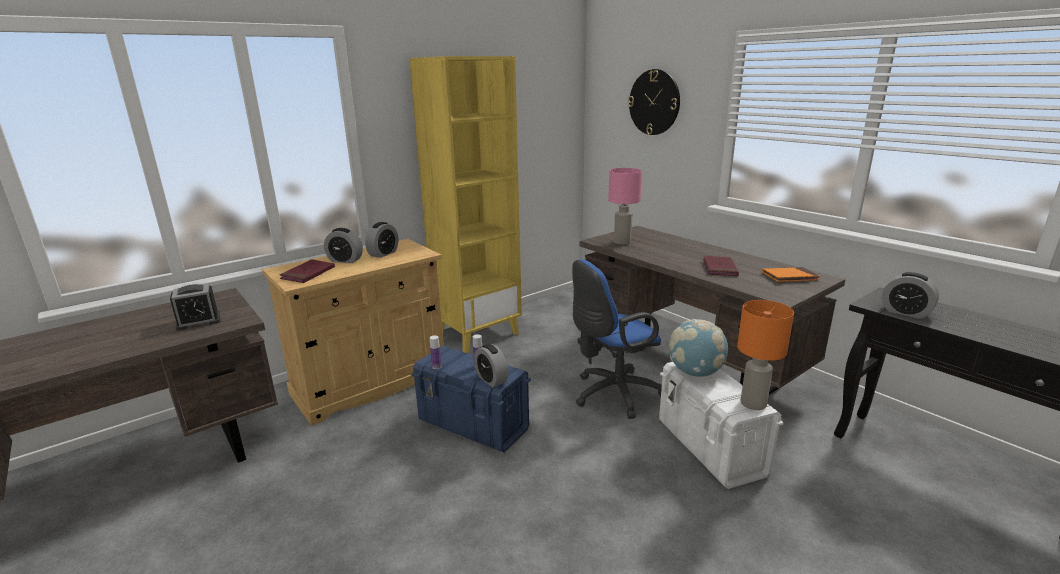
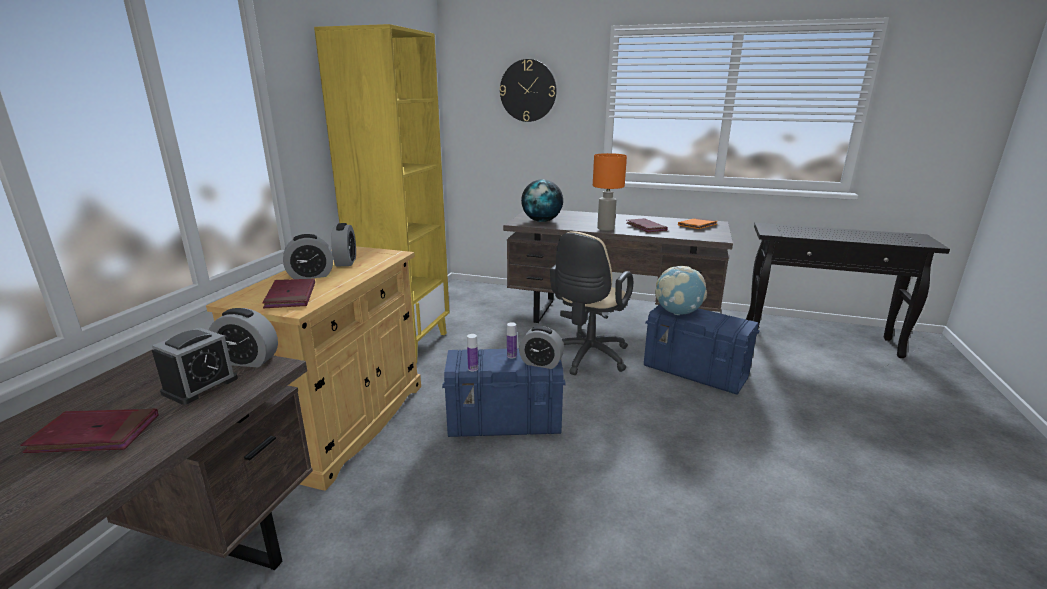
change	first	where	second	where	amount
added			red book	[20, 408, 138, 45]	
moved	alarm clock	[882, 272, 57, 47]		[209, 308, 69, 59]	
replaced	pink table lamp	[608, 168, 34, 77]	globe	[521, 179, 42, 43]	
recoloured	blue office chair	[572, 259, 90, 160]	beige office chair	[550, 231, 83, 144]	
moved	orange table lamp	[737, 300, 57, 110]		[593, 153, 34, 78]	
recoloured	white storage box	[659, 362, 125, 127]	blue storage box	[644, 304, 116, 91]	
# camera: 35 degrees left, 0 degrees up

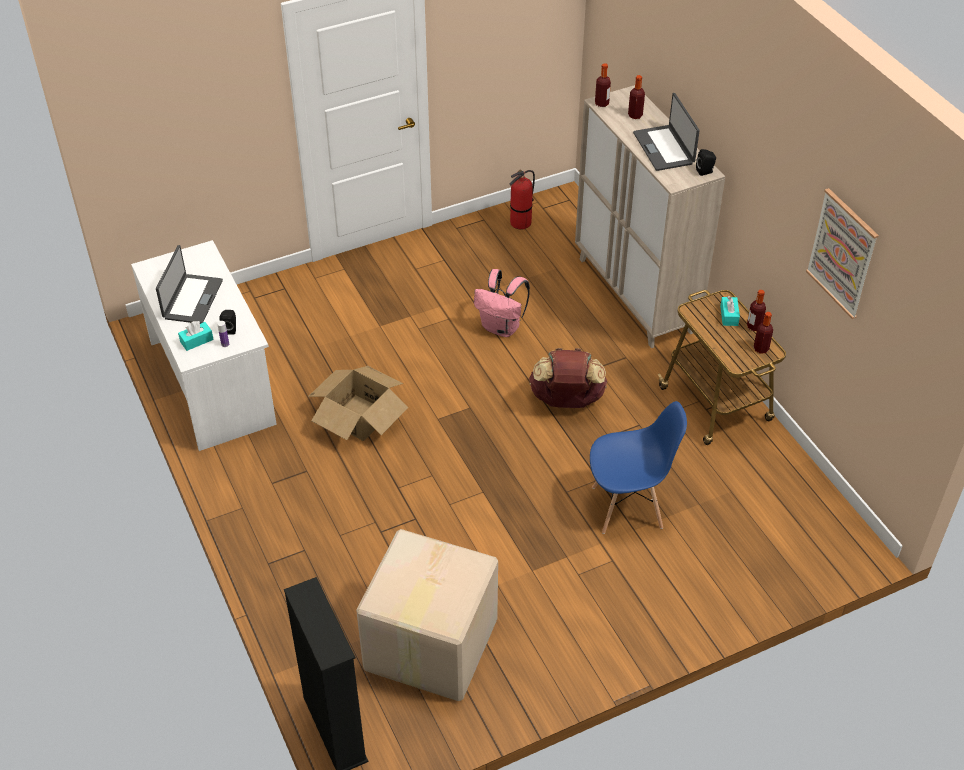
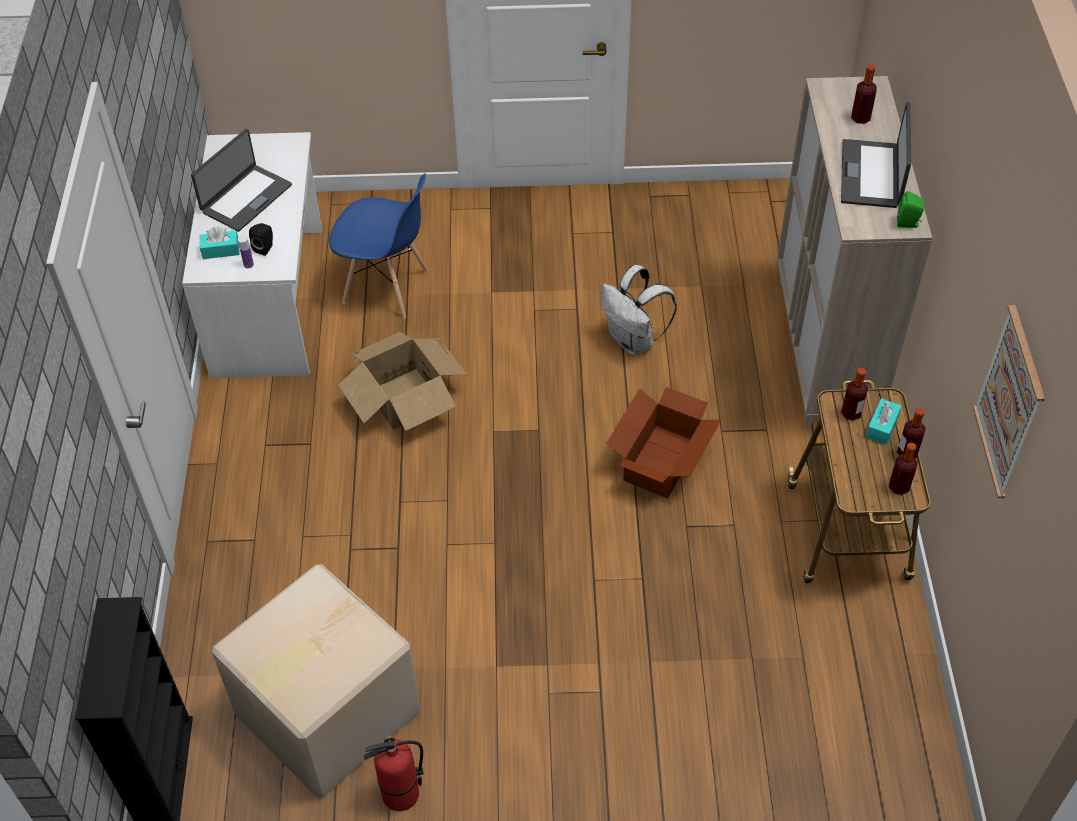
change	first	where	second	where	amount
moved	blue chair	[590, 401, 97, 133]		[329, 174, 100, 145]	
moved	fire extinguisher	[510, 170, 25, 60]		[364, 736, 60, 75]	
recoloured	pink backpack	[474, 269, 56, 68]	white backpack	[600, 265, 77, 90]	
replaced	brown backpack	[529, 348, 78, 60]	cardboard box	[606, 387, 115, 111]	
moved	bottle	[595, 63, 16, 44]		[841, 368, 27, 53]	
recoloured	black speaker	[696, 149, 20, 27]	green speaker	[897, 191, 27, 37]	
# camera: 25 degrees right, 5 degrees up

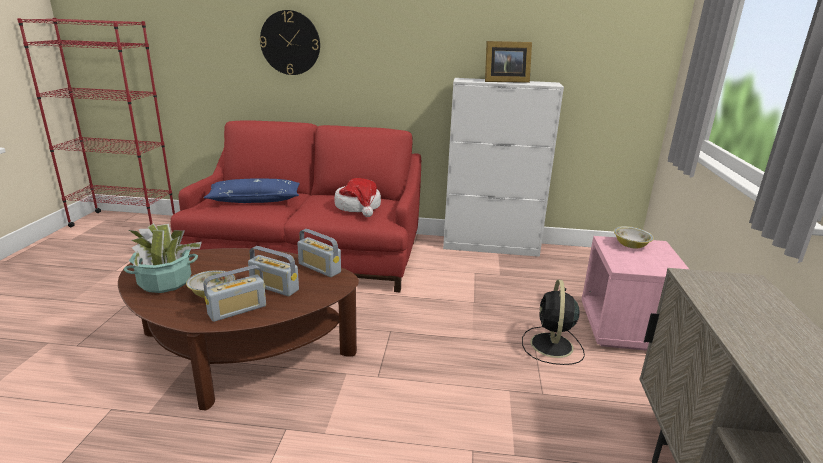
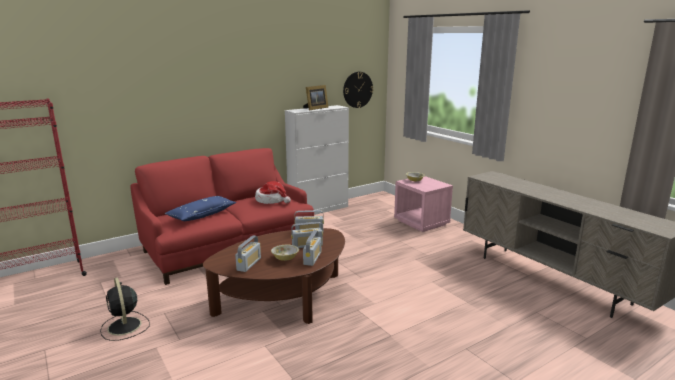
change	first	where	second	where	amount
moved	black fan	[522, 280, 63, 85]		[100, 277, 50, 64]	
replaced	potted plant	[123, 223, 79, 70]	radio	[235, 236, 26, 36]	
moved	wall clock	[260, 10, 60, 65]		[343, 72, 30, 36]	
# camera: 40 degrees left, 5 degrees down

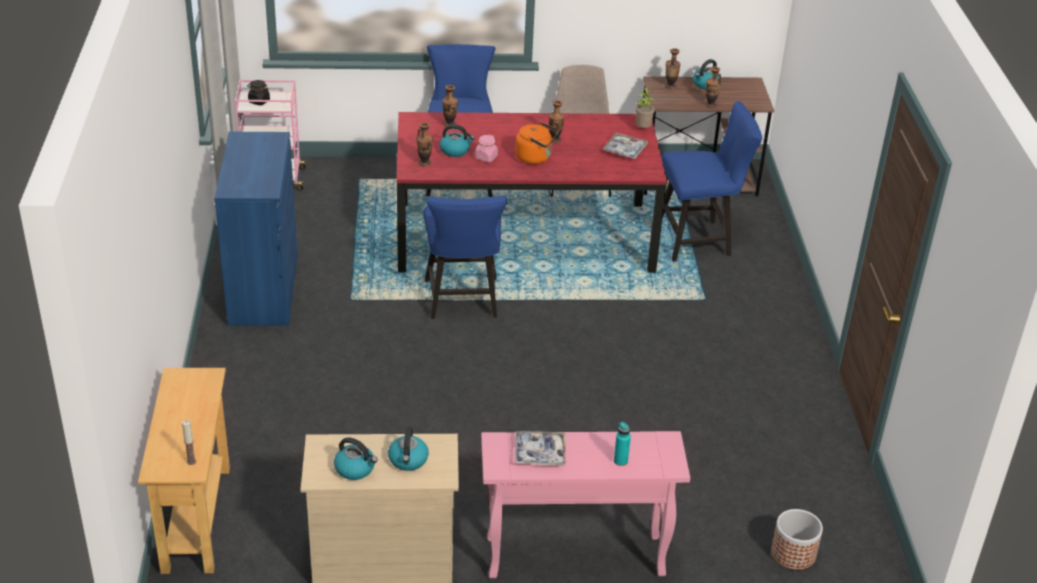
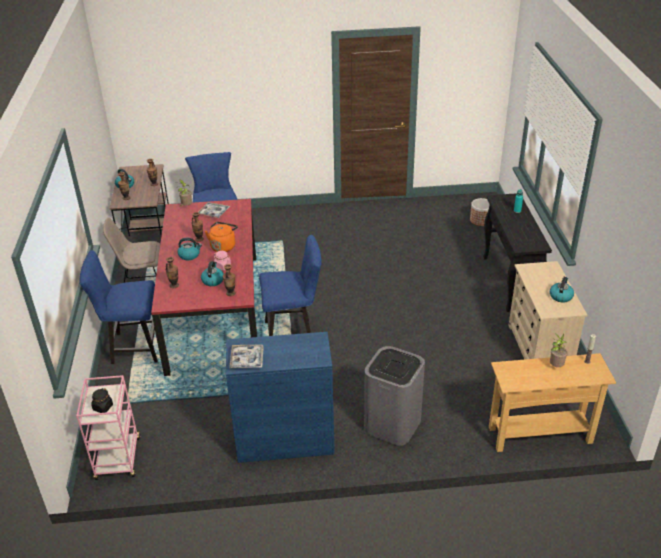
change	first	where	second	where	amount
moved	kettle	[388, 426, 41, 45]		[177, 238, 25, 22]	
moved	tray	[515, 431, 51, 35]		[229, 344, 35, 24]	
added			grey trash can	[364, 346, 61, 100]	
recoloured	pink console table	[481, 431, 209, 147]	black console table	[483, 193, 69, 119]	
added			potted plant	[550, 333, 18, 34]	
# camera: 90 degrees left, 0 degrees up

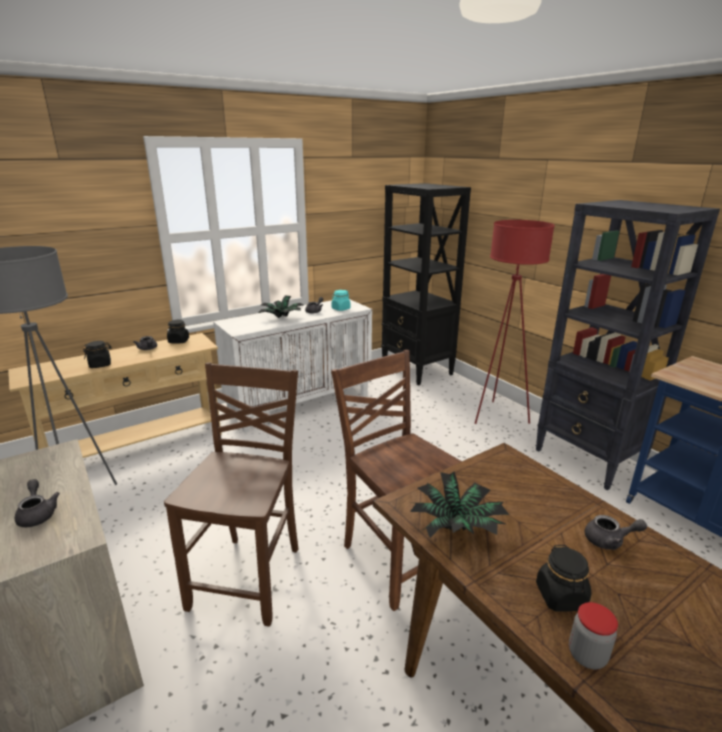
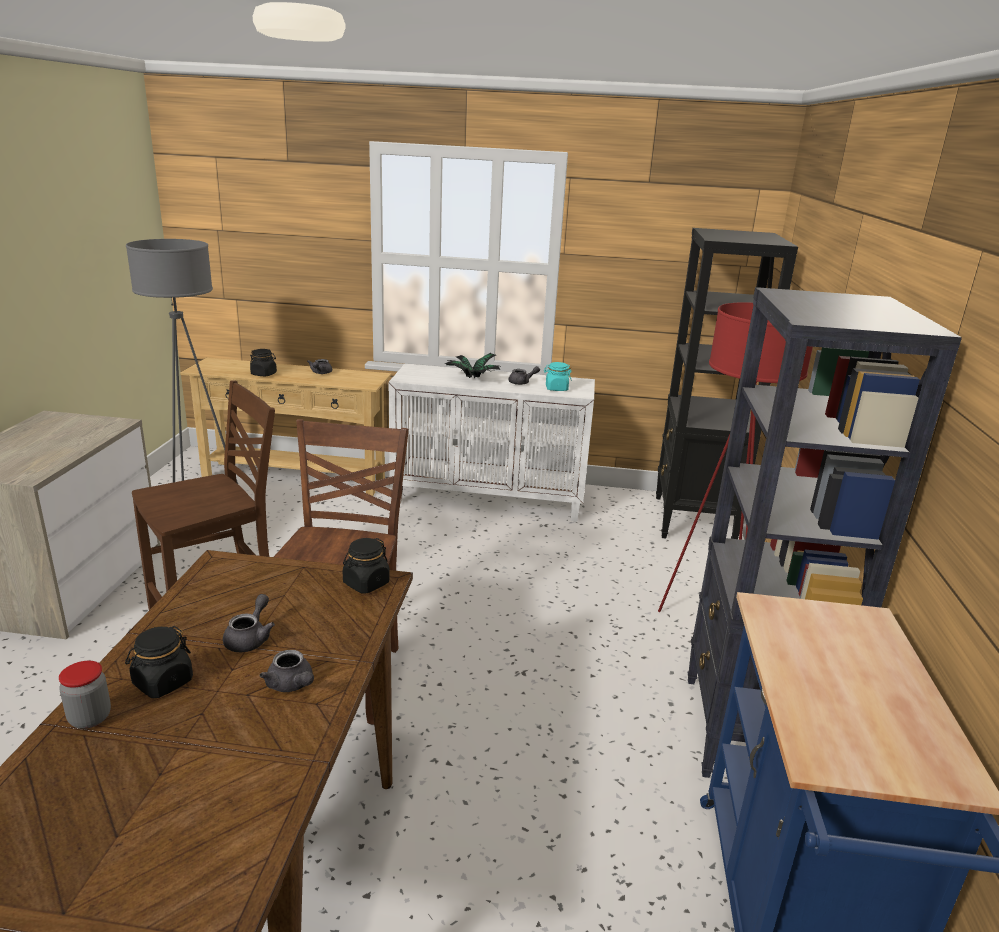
change	first	where	second	where	amount
moved	grey teapot	[15, 479, 45, 48]		[223, 594, 52, 58]	
moved	black jar	[167, 320, 22, 24]		[343, 538, 47, 55]	
removed	potted plant	[410, 471, 99, 67]			
# camera: 40 degrees right, 0 degrees up

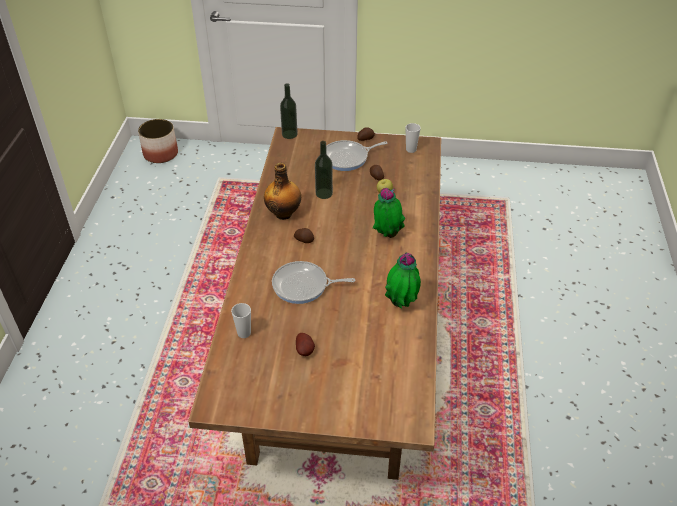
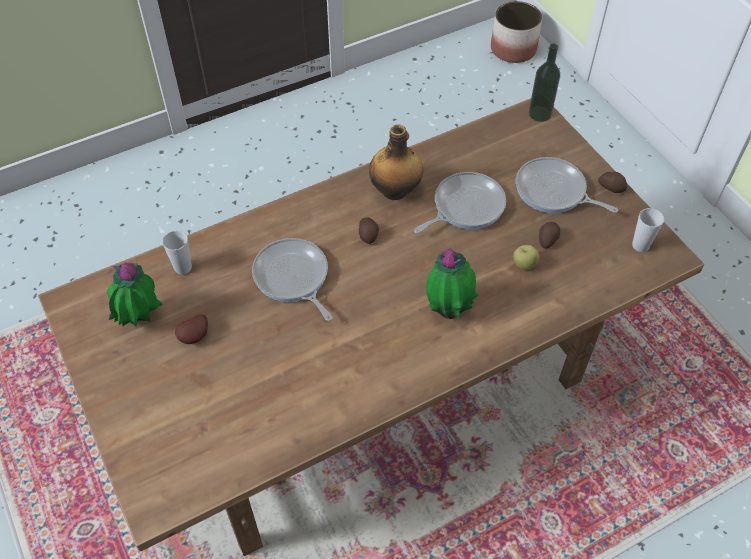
change	first	where	second	where	amount
moved	potted plant	[385, 252, 36, 57]		[107, 263, 56, 65]	
replaced	bottle	[315, 141, 18, 58]	frying pan	[414, 172, 92, 61]	
# camera: 55 degrees right, 10 degrees up

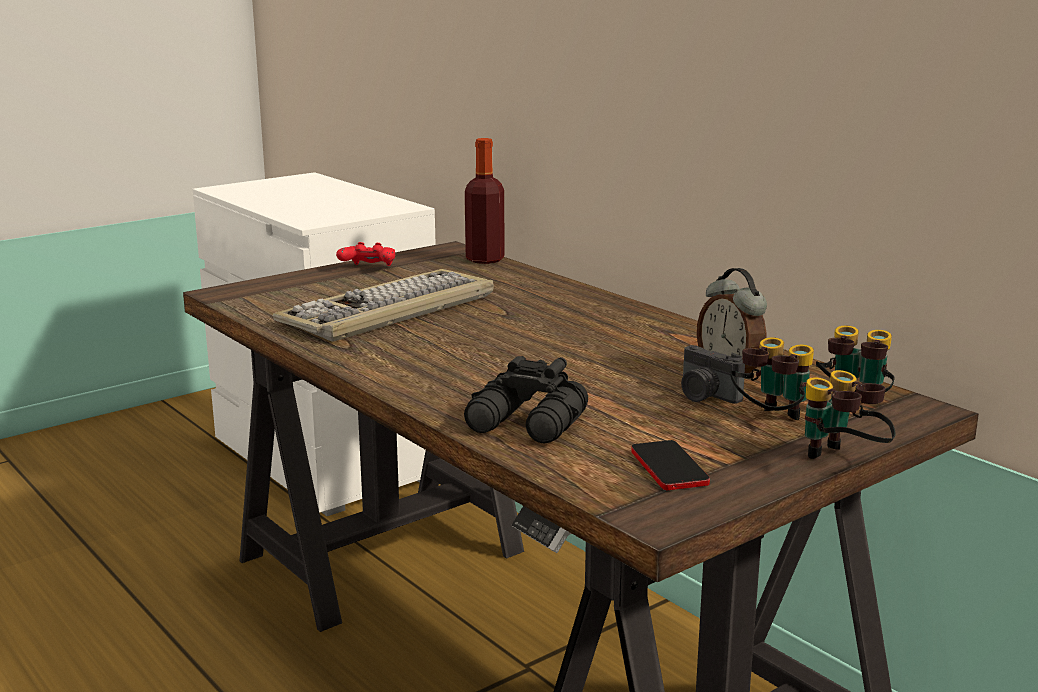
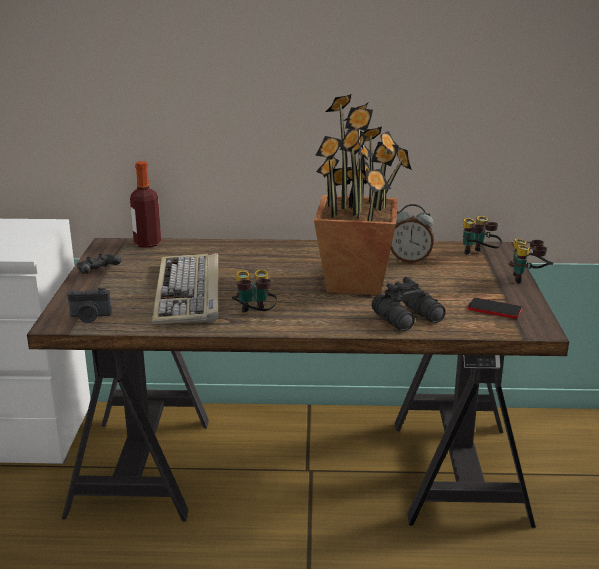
change	first	where	second	where	amount
moved	photo camera	[681, 345, 64, 59]		[67, 288, 45, 35]	
recoloured	red game controller	[336, 242, 59, 24]	black game controller	[77, 253, 44, 21]	
moved	binoculars	[730, 338, 84, 82]		[232, 270, 45, 43]	
added			potted plant	[314, 94, 98, 201]	
# camera: 50 degrees left, 5 degrees up

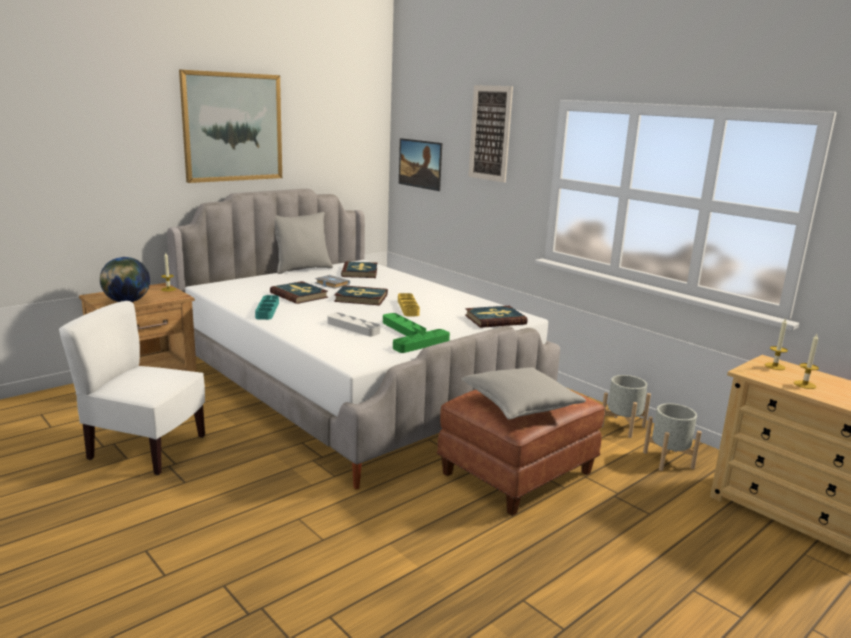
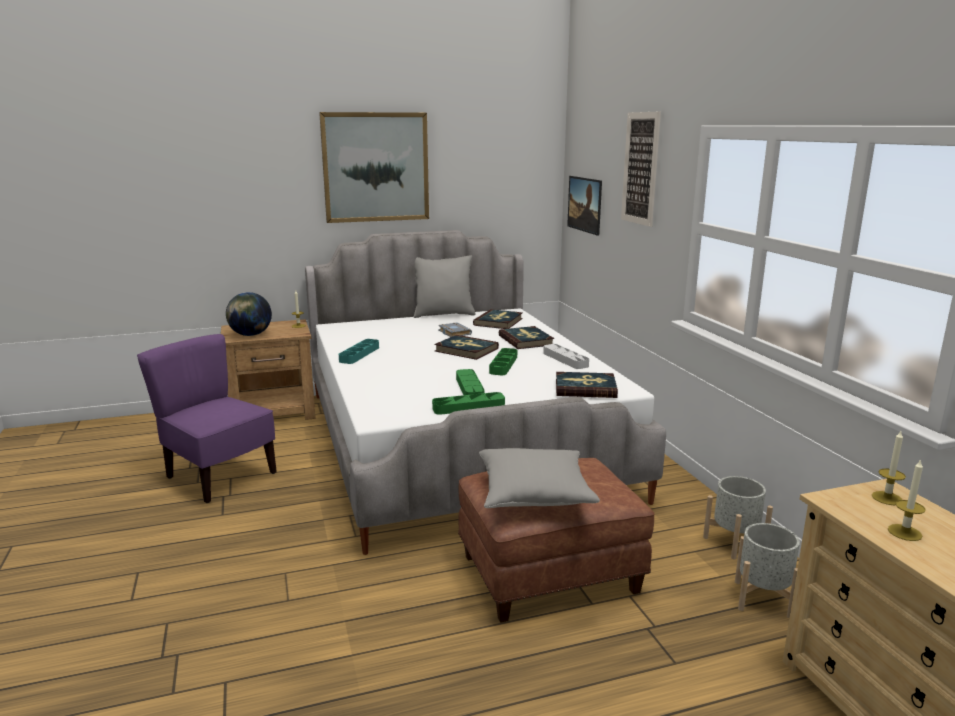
change	first	where	second	where	amount
recoloured	white chair	[59, 301, 146, 174]	purple chair	[137, 334, 140, 169]	
recoloured	yellow tray	[398, 293, 22, 23]	green tray	[489, 348, 28, 27]	
moved	book	[270, 281, 58, 23]		[499, 326, 55, 23]	
moved	grey tray	[327, 313, 53, 23]		[543, 344, 46, 25]	
# camera: 25 degrees right, 0 degrees up

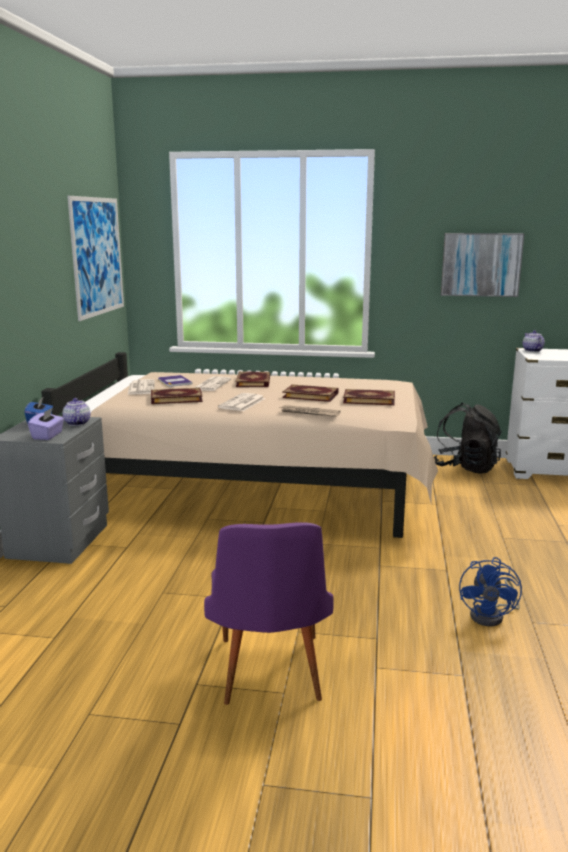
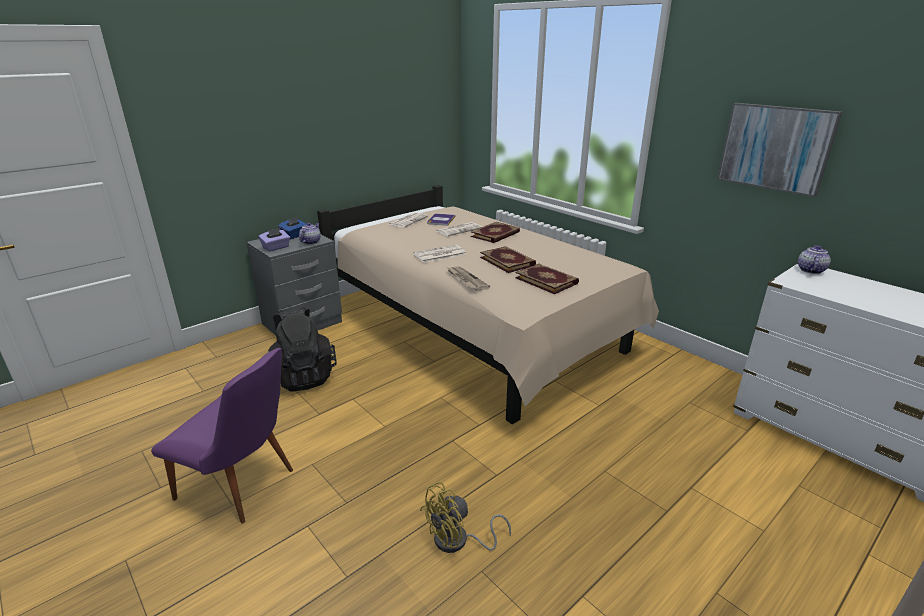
change	first	where	second	where	amount
turned	purple chair	[204, 522, 130, 183]		[151, 348, 142, 176]	105 degrees counterclockwise
moved	black backpack	[434, 403, 68, 71]		[268, 306, 69, 85]	
recoloured	blue fan	[459, 557, 63, 69]	yellow fan	[420, 482, 91, 71]	
removed	picture	[67, 196, 57, 125]			
removed	book	[151, 388, 52, 16]			
# camera: 40 degrees right, 10 degrees up

